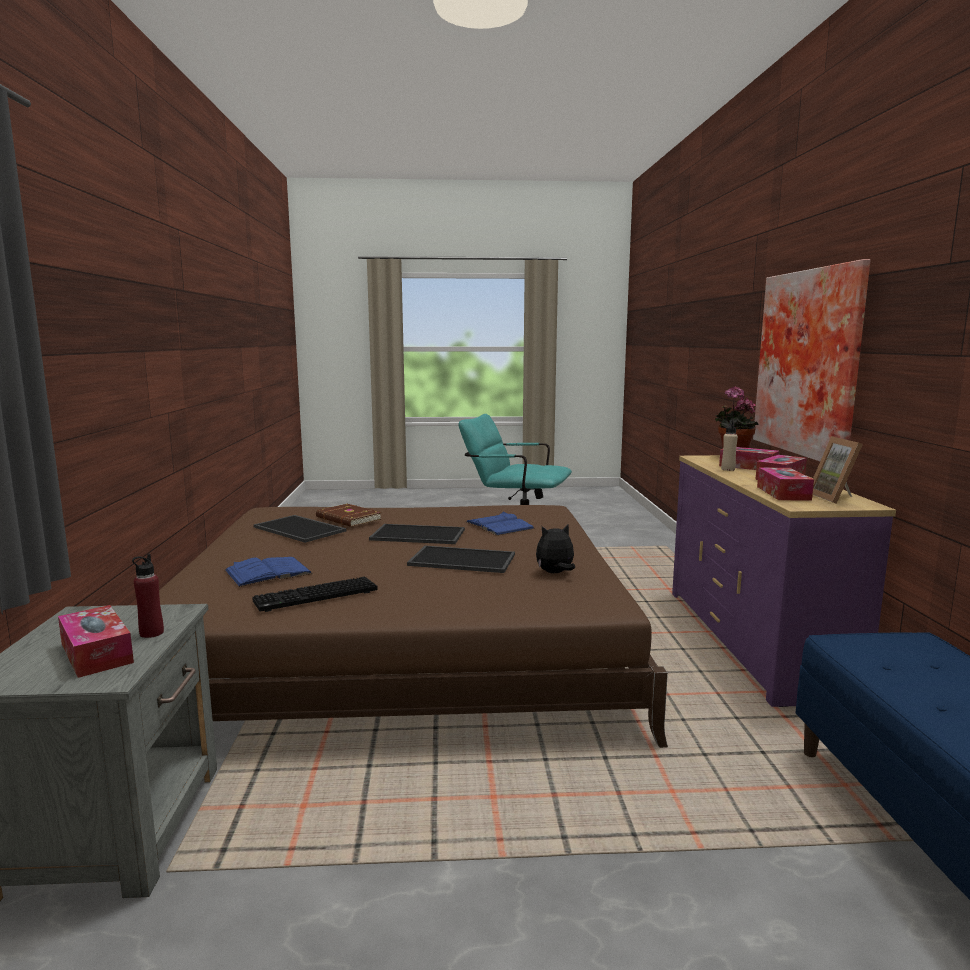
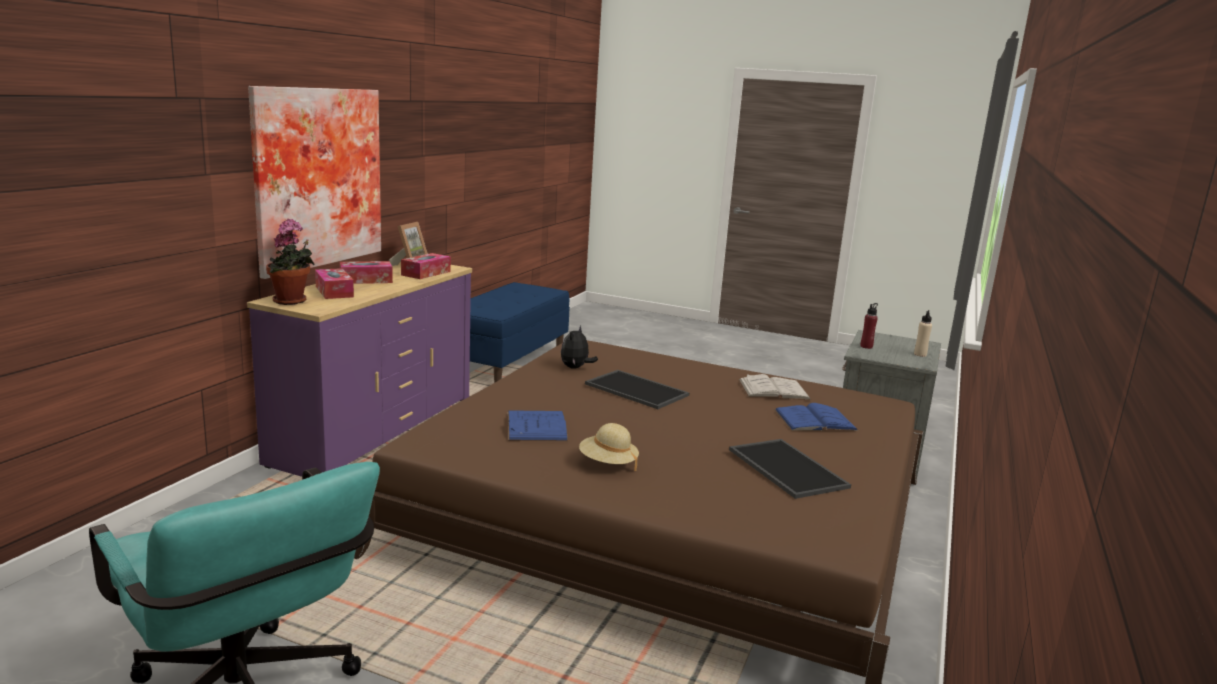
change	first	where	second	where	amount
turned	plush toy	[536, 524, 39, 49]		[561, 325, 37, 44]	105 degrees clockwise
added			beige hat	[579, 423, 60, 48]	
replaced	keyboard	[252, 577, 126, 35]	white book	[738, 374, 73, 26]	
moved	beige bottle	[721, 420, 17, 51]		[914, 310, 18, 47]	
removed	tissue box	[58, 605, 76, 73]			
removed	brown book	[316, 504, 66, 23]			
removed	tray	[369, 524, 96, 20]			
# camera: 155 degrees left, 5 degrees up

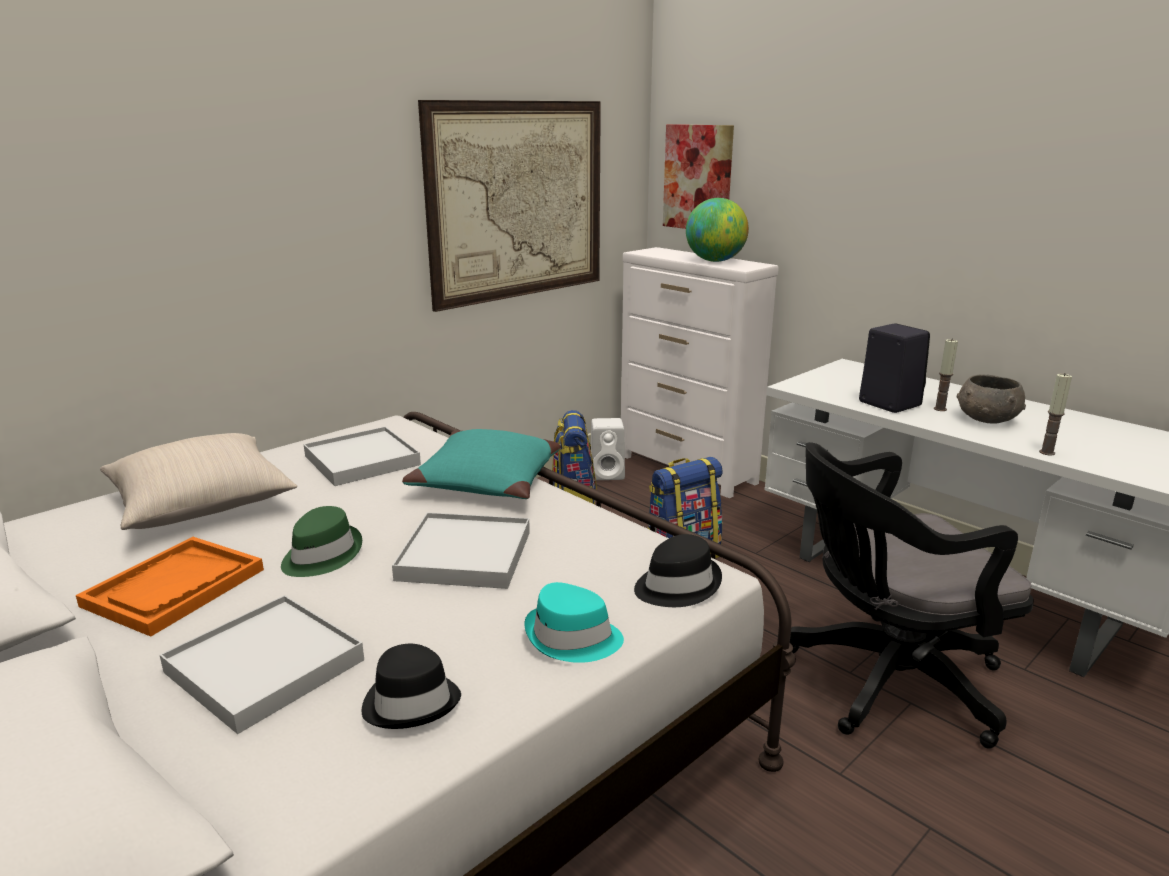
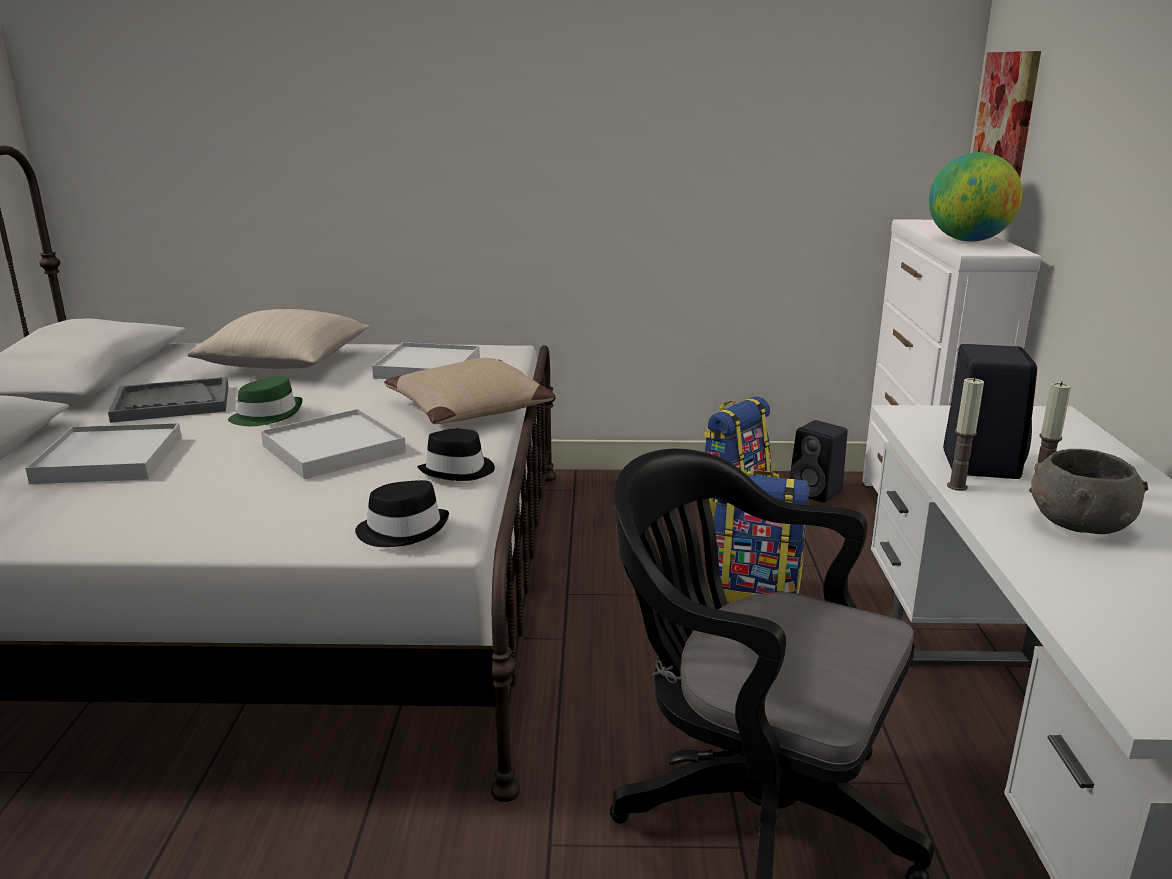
change	first	where	second	where	amount
recoloured	orange tray	[76, 537, 188, 100]	grey tray	[108, 377, 120, 46]	
recoloured	turquoise pillow	[402, 429, 159, 70]	beige pillow	[384, 358, 171, 66]	
moved	black hat	[362, 644, 99, 85]		[417, 429, 78, 52]	
recoloured	white speaker	[591, 418, 34, 62]	black speaker	[790, 420, 58, 83]	
moved	candle	[1039, 373, 33, 83]		[947, 377, 37, 114]	
removed	picture	[418, 100, 183, 212]			
removed	turquoise hat	[524, 582, 100, 81]			
# camera: 45 degrees right, 0 degrees up

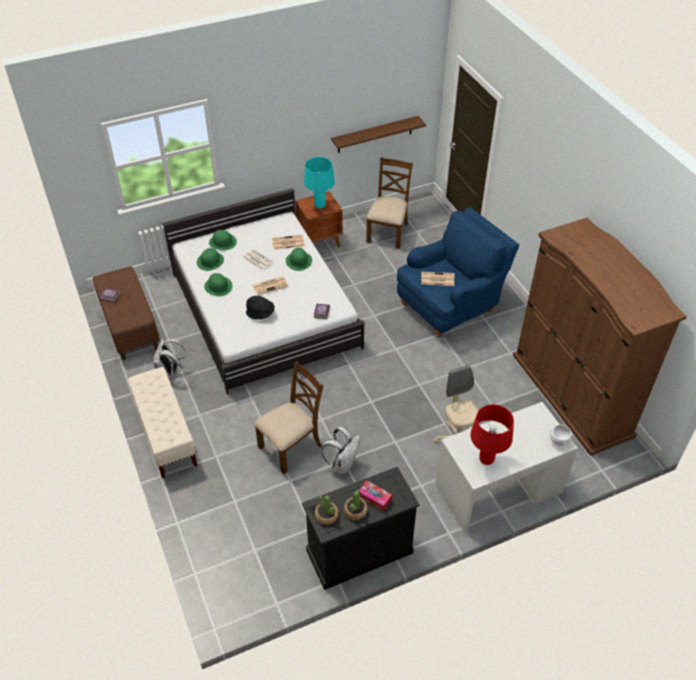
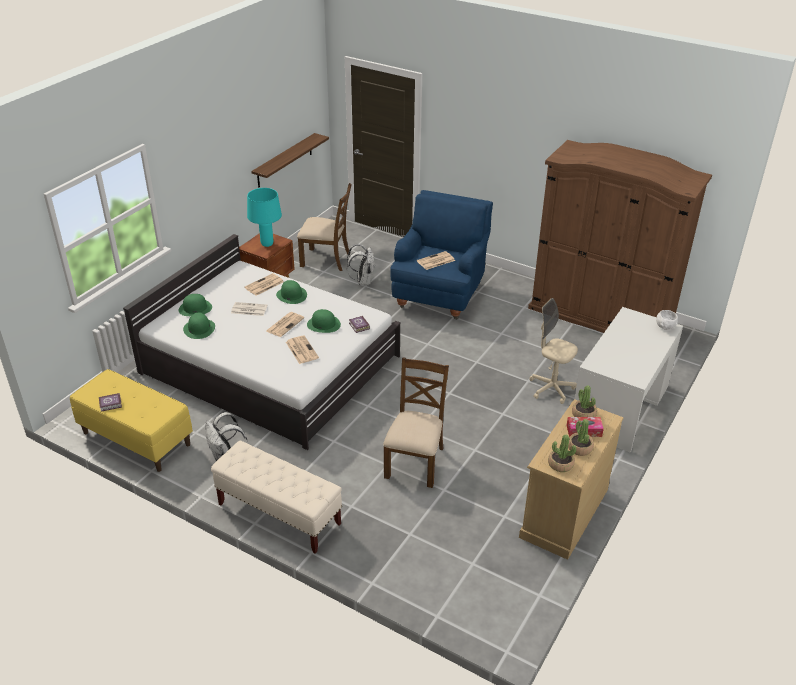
change	first	where	second	where	amount
recoloured	brown bench	[93, 266, 67, 94]	yellow bench	[70, 369, 123, 103]	
replaced	black hat	[246, 296, 29, 23]	newspaper	[286, 335, 33, 29]	
turned	brown chair	[366, 157, 47, 92]		[297, 183, 55, 88]	120 degrees clockwise
moved	green hat	[204, 273, 28, 23]		[307, 309, 34, 24]	
moved	white backpack	[321, 427, 39, 48]		[347, 244, 28, 41]	
recoloured	black dresser	[302, 467, 118, 123]	beige dresser	[519, 399, 105, 161]	
added			potted plant	[572, 386, 25, 31]	
removed	red table lamp	[470, 404, 44, 61]			
# camera: 35 degrees left, 10 degrees down

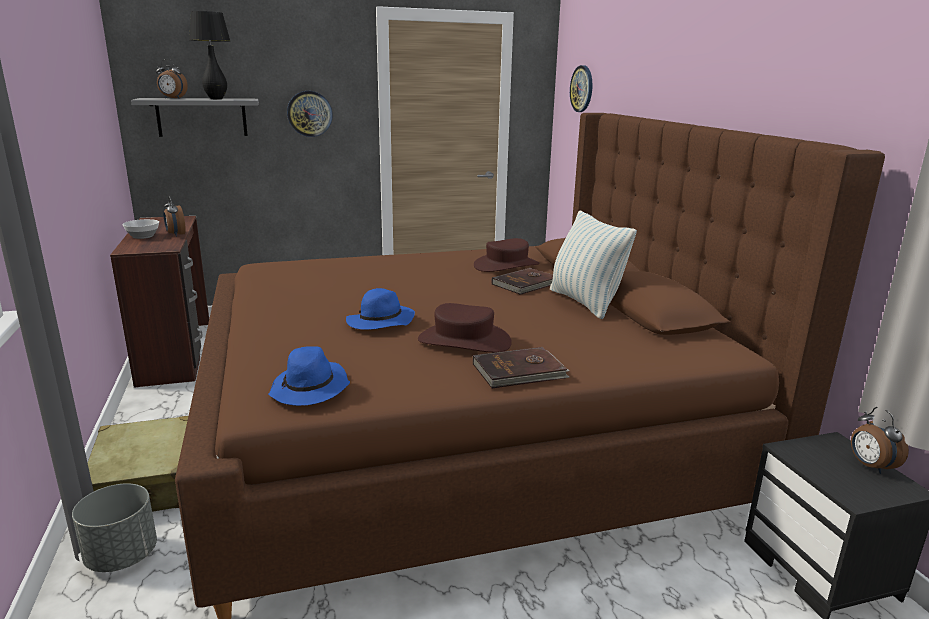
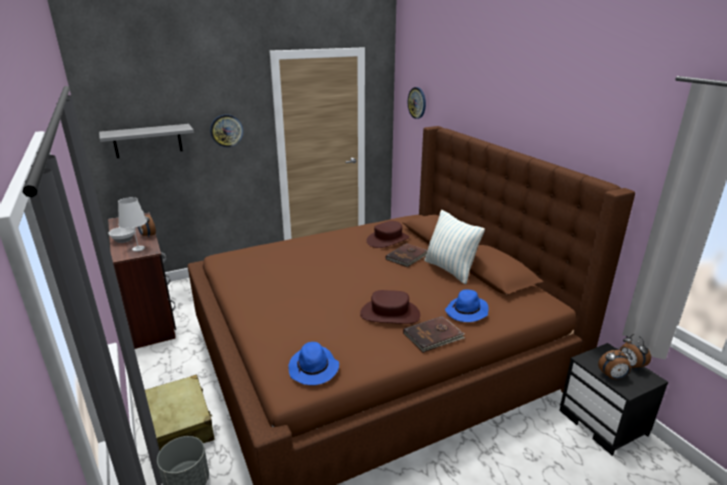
change	first	where	second	where	amount
added			white table lamp	[118, 197, 29, 55]	
moved	blue hat	[346, 288, 69, 42]		[445, 289, 44, 33]	
moved	alarm clock	[156, 59, 32, 40]		[598, 347, 35, 32]	
removed	black table lamp	[189, 11, 41, 88]			
# camera: 10 degrees left, 5 degrees up

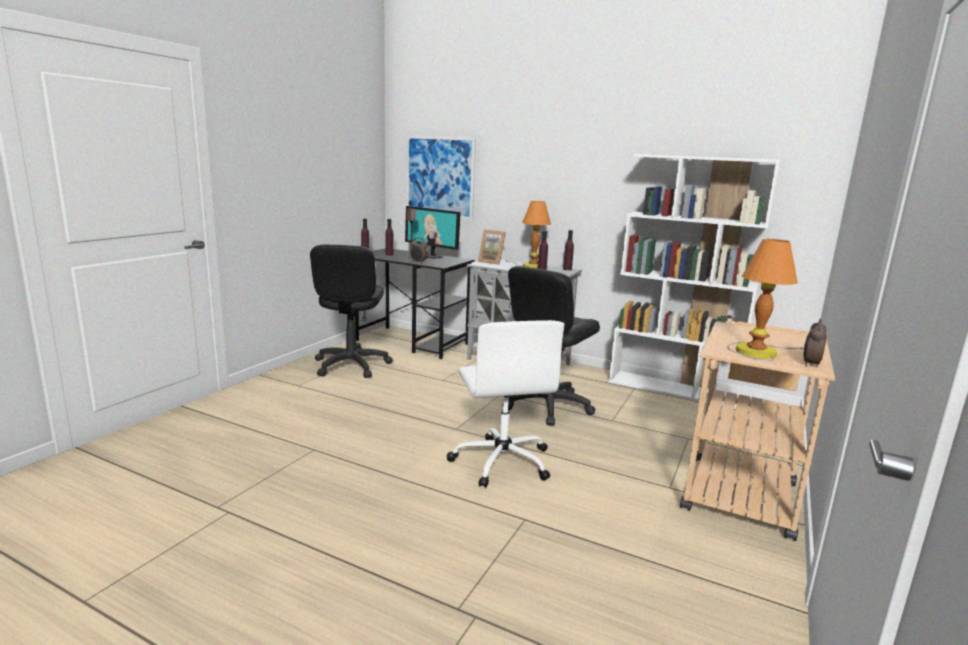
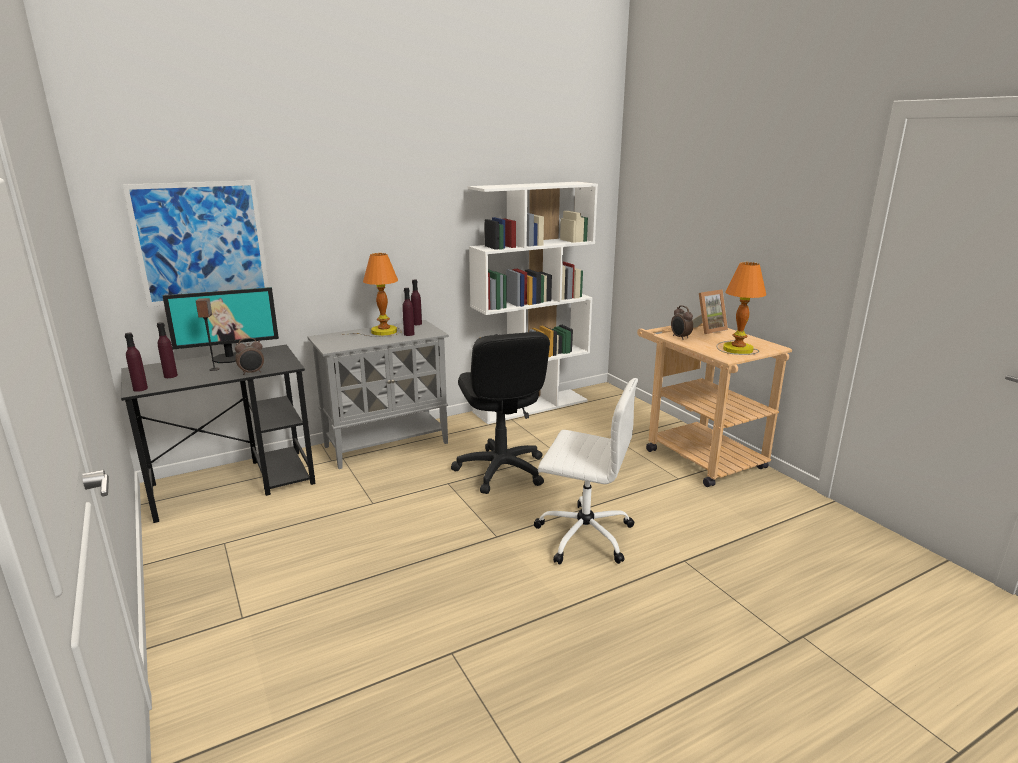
change	first	where	second	where	amount
moved	alarm clock	[803, 318, 24, 49]		[671, 305, 22, 35]	
moved	picture frame	[478, 230, 28, 35]		[693, 289, 35, 45]	
removed	black office chair	[310, 245, 83, 133]			
# camera: 55 degrees left, 5 degrees up

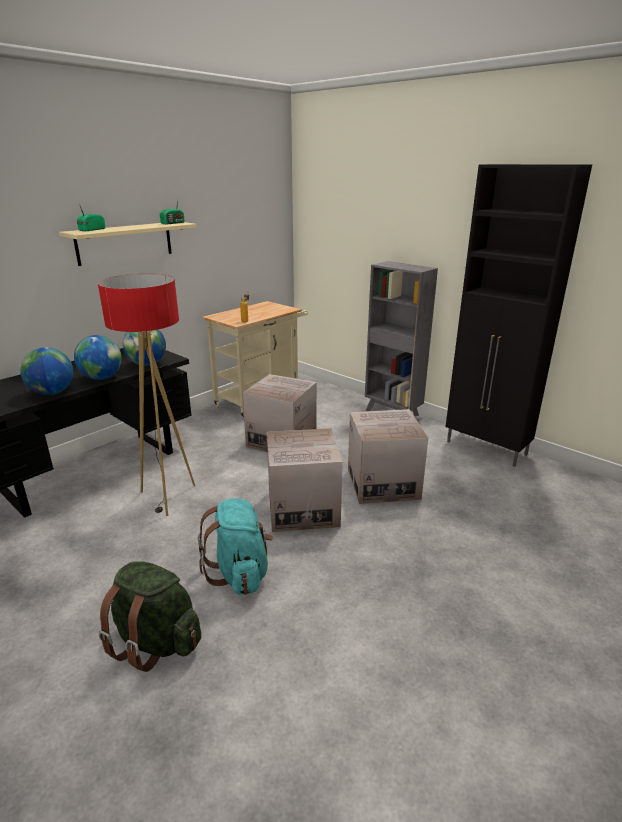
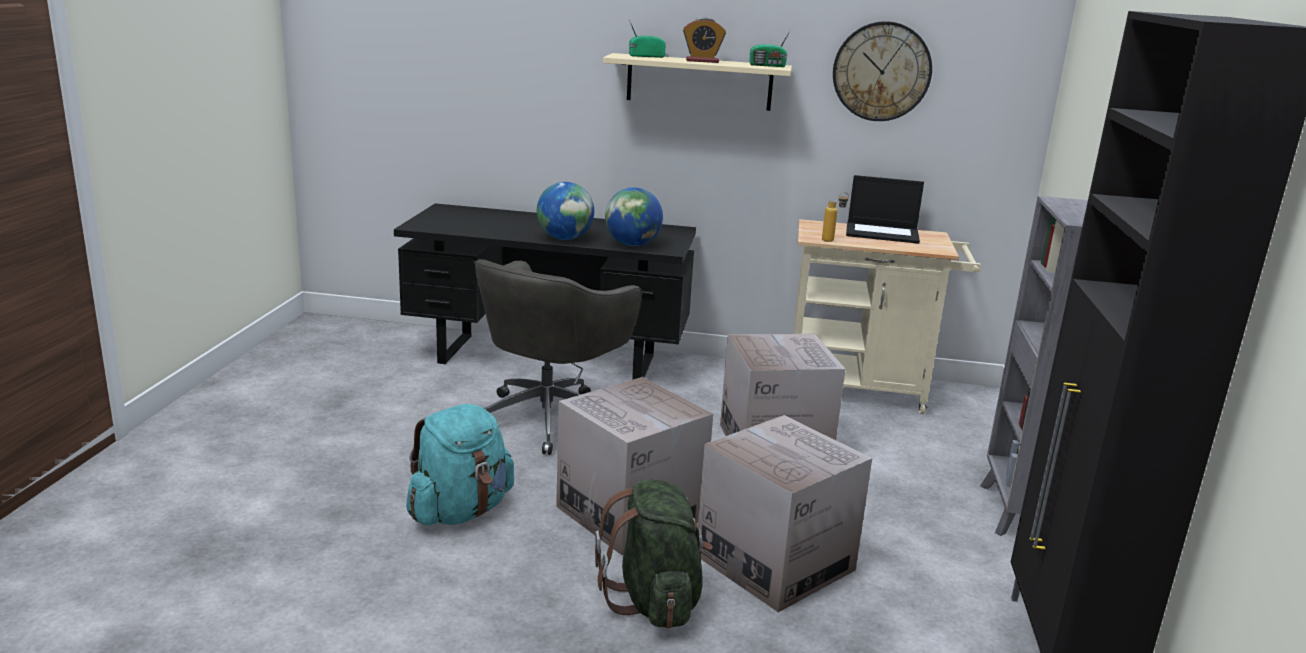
change	first	where	second	where	amount
replaced	floor lamp	[98, 274, 97, 242]	grey office chair	[474, 259, 168, 196]	
moved	green backpack	[99, 561, 102, 111]		[595, 480, 117, 149]	
added			alarm clock	[683, 18, 43, 45]	
added			wall clock	[833, 21, 99, 100]	
added			laptop	[846, 175, 78, 69]	
removed	globe	[20, 347, 53, 48]			
# camera: 55 degrees right, 5 degrees down

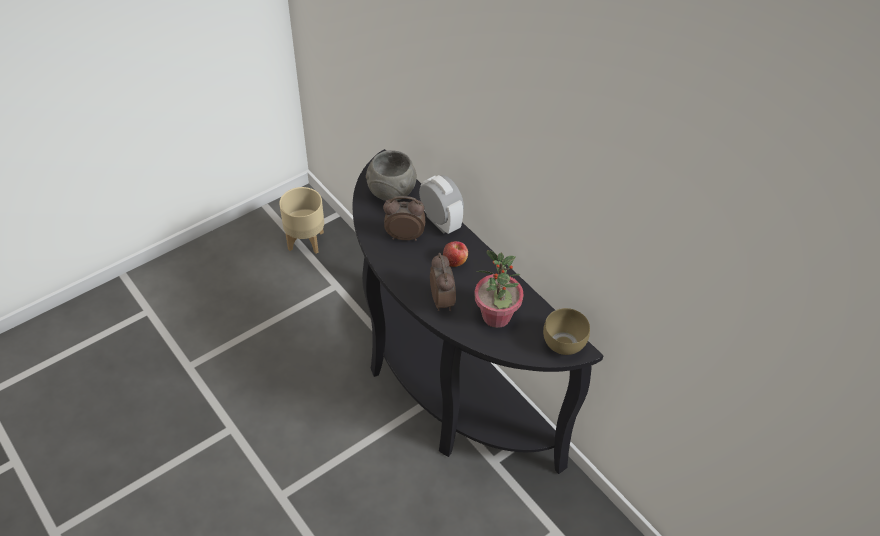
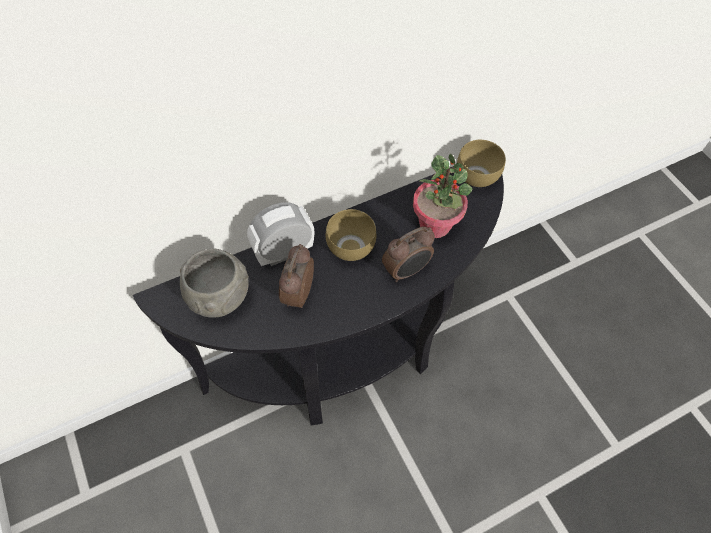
change	first	where	second	where	amount
replaced	apple	[443, 241, 25, 26]	brown bowl	[326, 209, 50, 52]	
turned	alarm clock	[430, 253, 26, 58]		[382, 226, 53, 56]	150 degrees clockwise
removed	beige planter	[279, 187, 45, 67]			
# camera: 80 degrees left, 10 degrees up

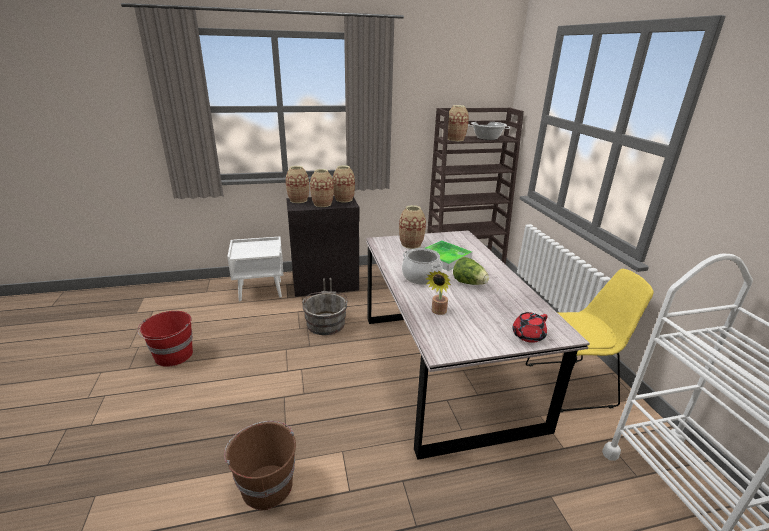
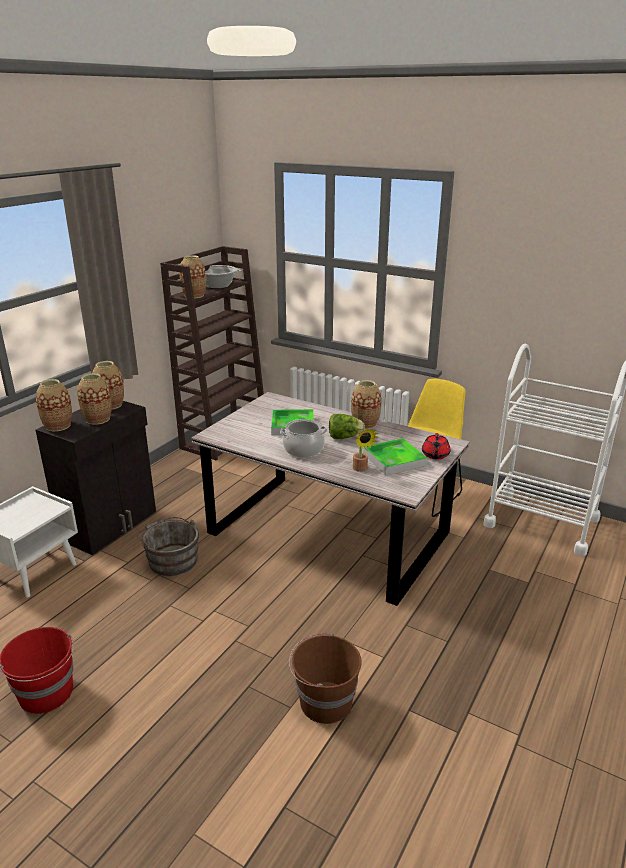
change	first	where	second	where	amount
moved	vase	[399, 205, 27, 44]		[351, 380, 31, 49]	
added			tray	[364, 438, 63, 37]	
# camera: 45 degrees left, 0 degrees up

